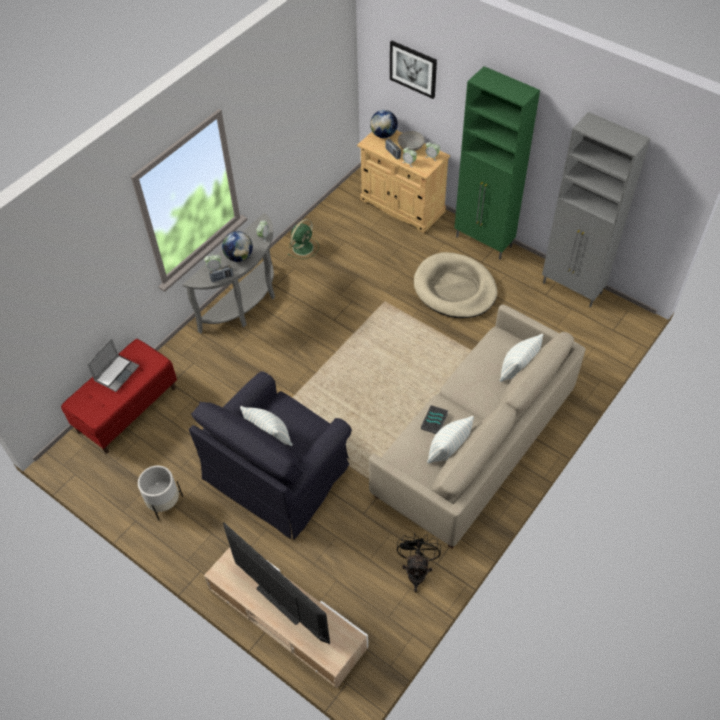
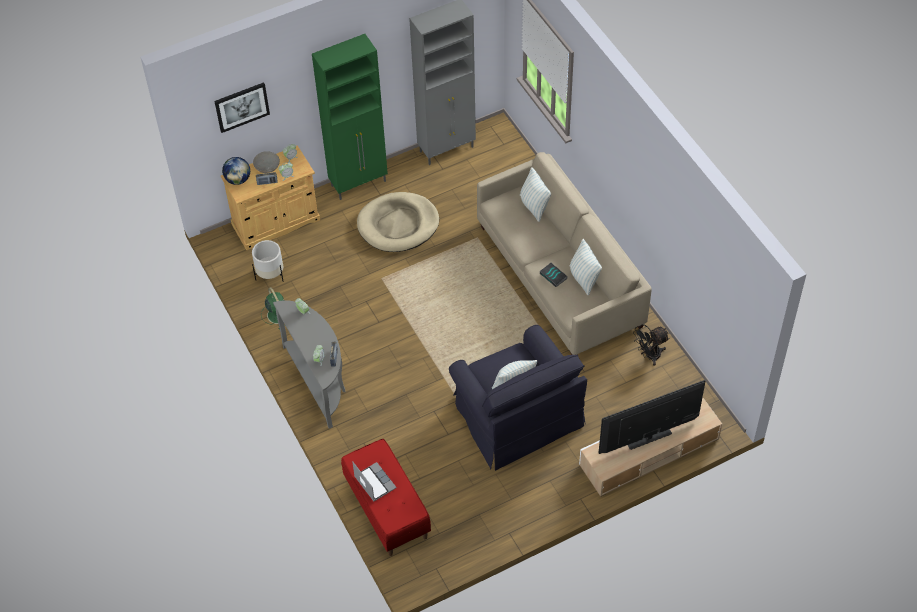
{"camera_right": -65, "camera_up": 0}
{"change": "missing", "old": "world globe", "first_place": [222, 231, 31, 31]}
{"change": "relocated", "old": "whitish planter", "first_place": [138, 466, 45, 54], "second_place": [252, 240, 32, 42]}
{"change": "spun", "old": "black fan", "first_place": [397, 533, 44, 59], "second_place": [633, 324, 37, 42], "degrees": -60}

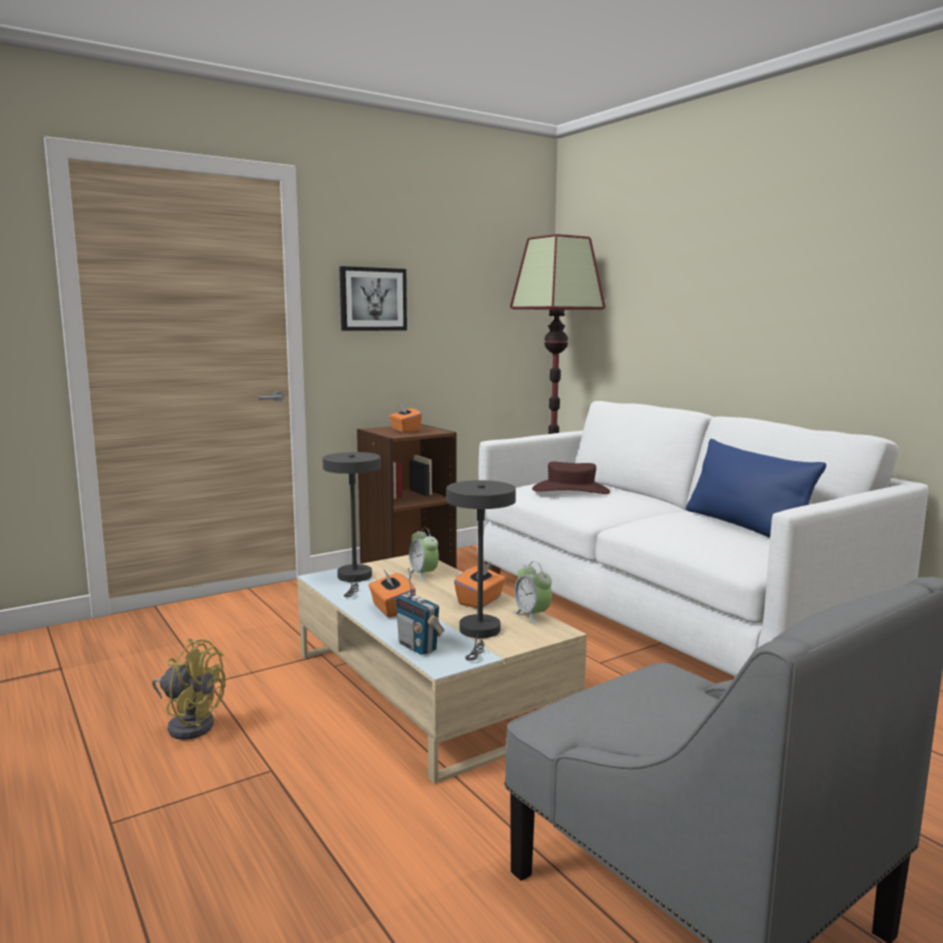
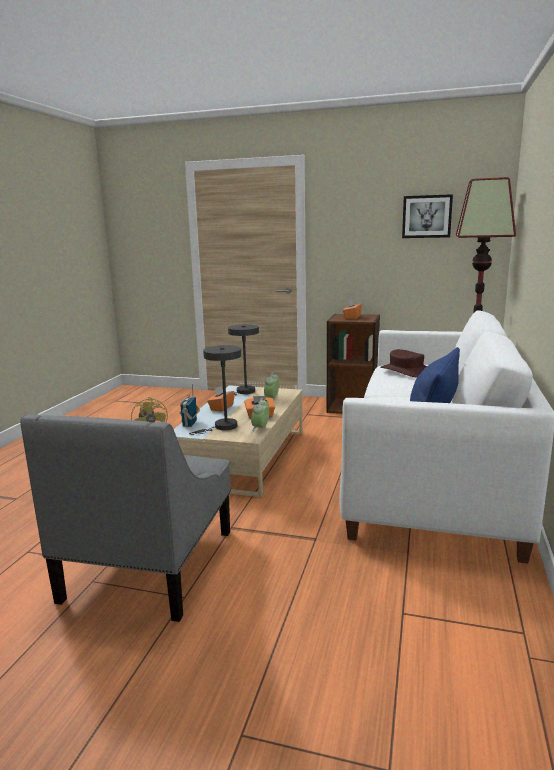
{"camera_right": 50, "camera_up": 5}
{"change": "relocated", "old": "wall art", "first_place": [339, 266, 68, 65], "second_place": [402, 194, 51, 44]}

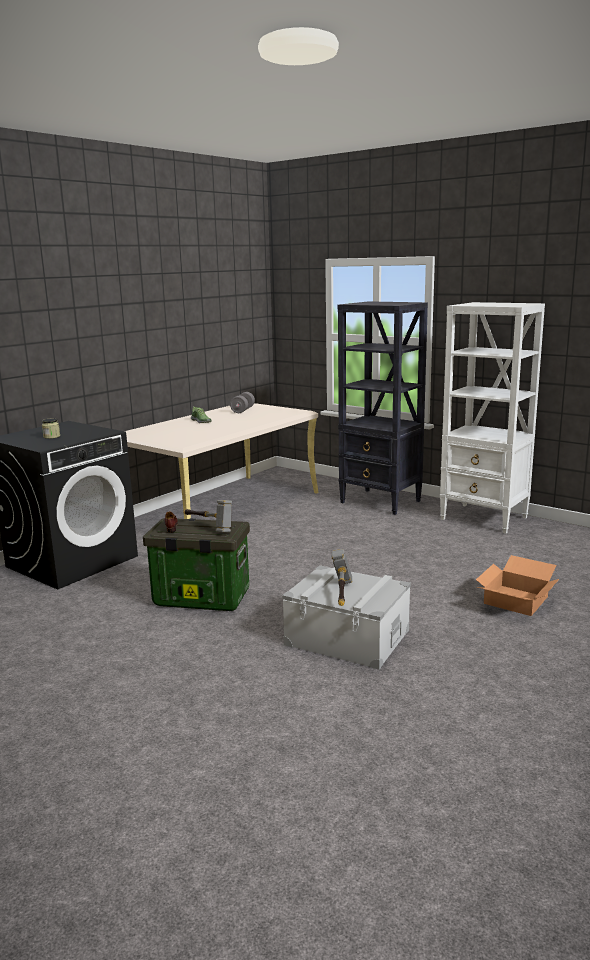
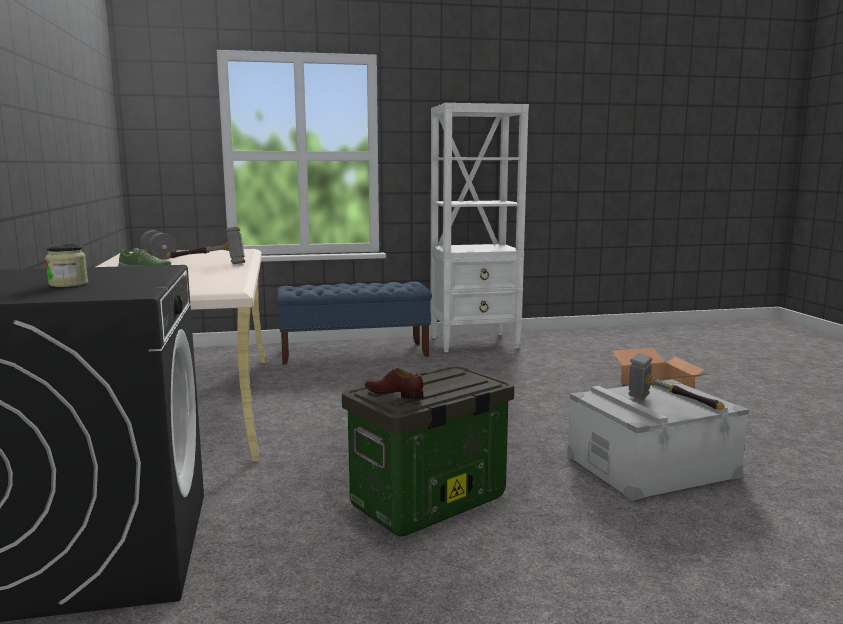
{"camera_right": -50, "camera_up": -5}
{"change": "relocated", "old": "hammer", "first_place": [183, 500, 49, 33], "second_place": [166, 227, 80, 37]}
{"change": "exchanged", "old": "black bookcase", "new": "bluish indoor bench", "first_place": [337, 301, 91, 214], "second_place": [277, 282, 155, 83]}

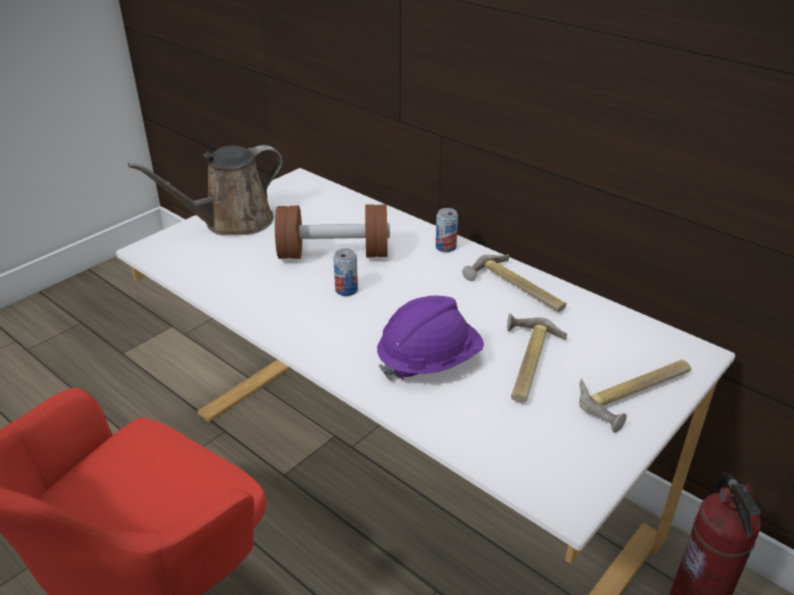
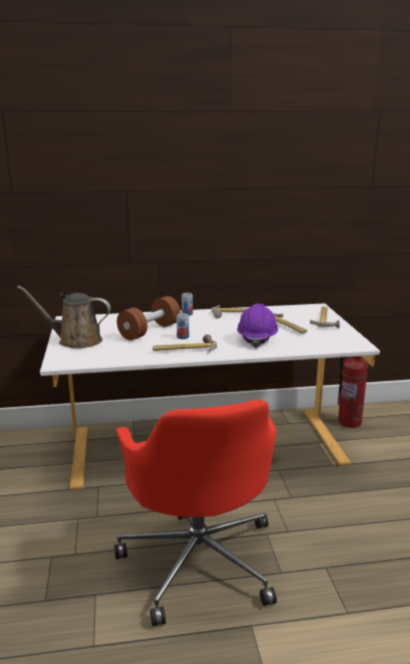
{"camera_right": -50, "camera_up": -15}
{"change": "appeared", "new": "hammer", "second_place": [153, 334, 64, 19]}
{"change": "spun", "old": "brown watering pot", "first_place": [128, 145, 155, 91], "second_place": [17, 286, 94, 63], "degrees": 90}

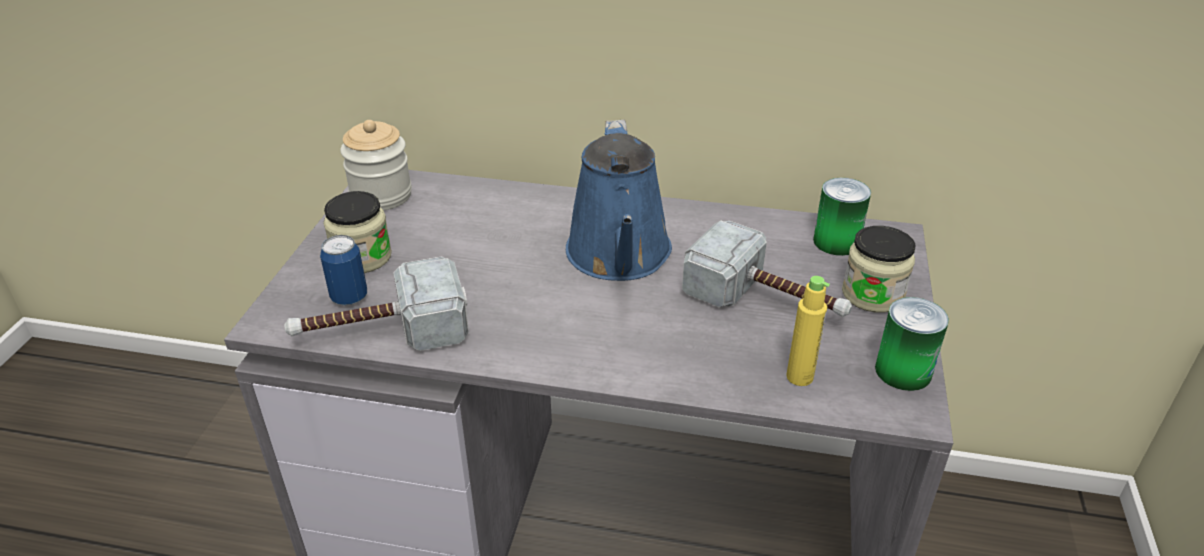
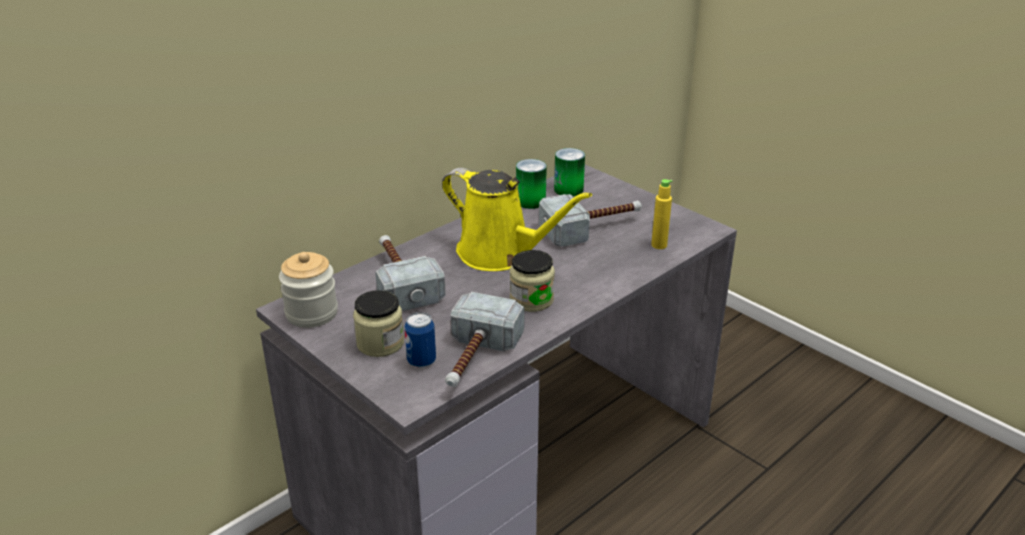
{"camera_right": -55, "camera_up": -5}
{"change": "appeared", "new": "hammer", "second_place": [375, 235, 71, 76]}
{"change": "relocated", "old": "jar", "first_place": [842, 226, 74, 87], "second_place": [510, 250, 45, 62]}
{"change": "relocated", "old": "metal can", "first_place": [875, 297, 74, 94], "second_place": [516, 159, 31, 50]}
{"change": "colour", "old": "bluish watering pot", "new": "yellow watering pot", "first_place": [566, 120, 106, 161], "second_place": [442, 168, 150, 103]}

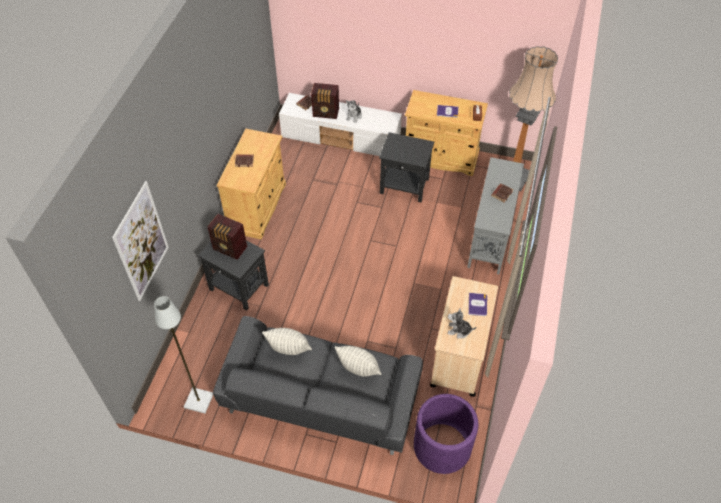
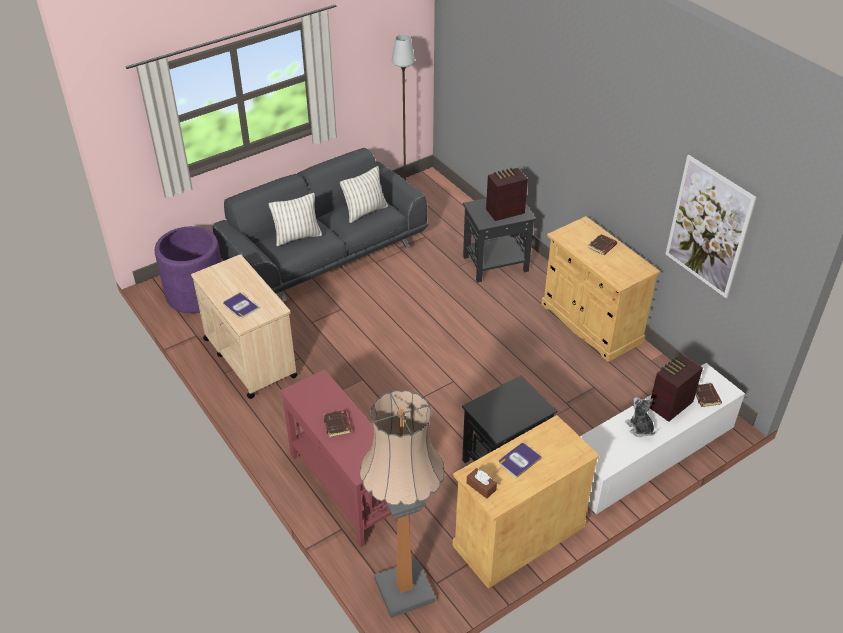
{"camera_right": 130, "camera_up": -10}
{"change": "missing", "old": "cuddly toy", "first_place": [448, 308, 29, 31]}
{"change": "relocated", "old": "wall art", "first_place": [112, 181, 56, 120], "second_place": [666, 155, 91, 143]}
{"change": "colour", "old": "gray console table", "new": "reddish console table", "first_place": [467, 157, 57, 117], "second_place": [280, 369, 117, 178]}

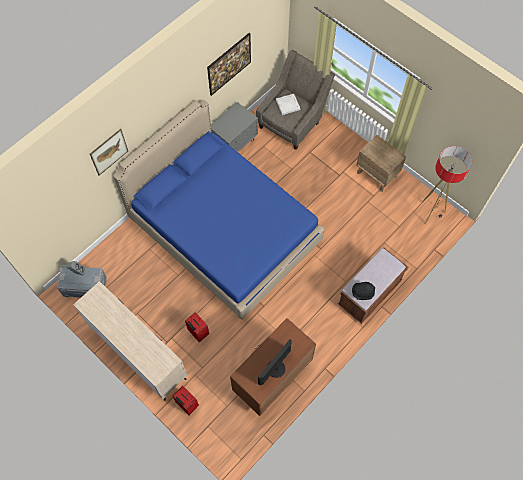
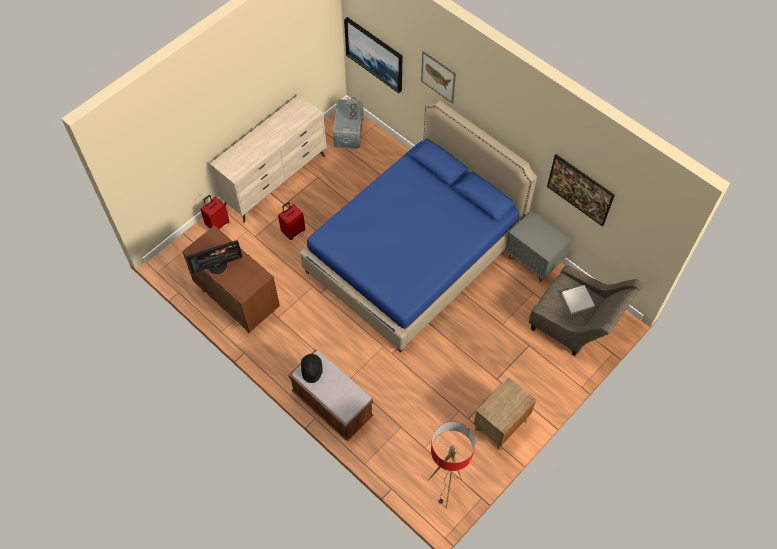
{"camera_right": 90, "camera_up": -5}
{"change": "appeared", "new": "wall art", "second_place": [344, 17, 58, 76]}
{"change": "spun", "old": "monitor", "first_place": [258, 339, 34, 47], "second_place": [187, 240, 55, 34], "degrees": 120}

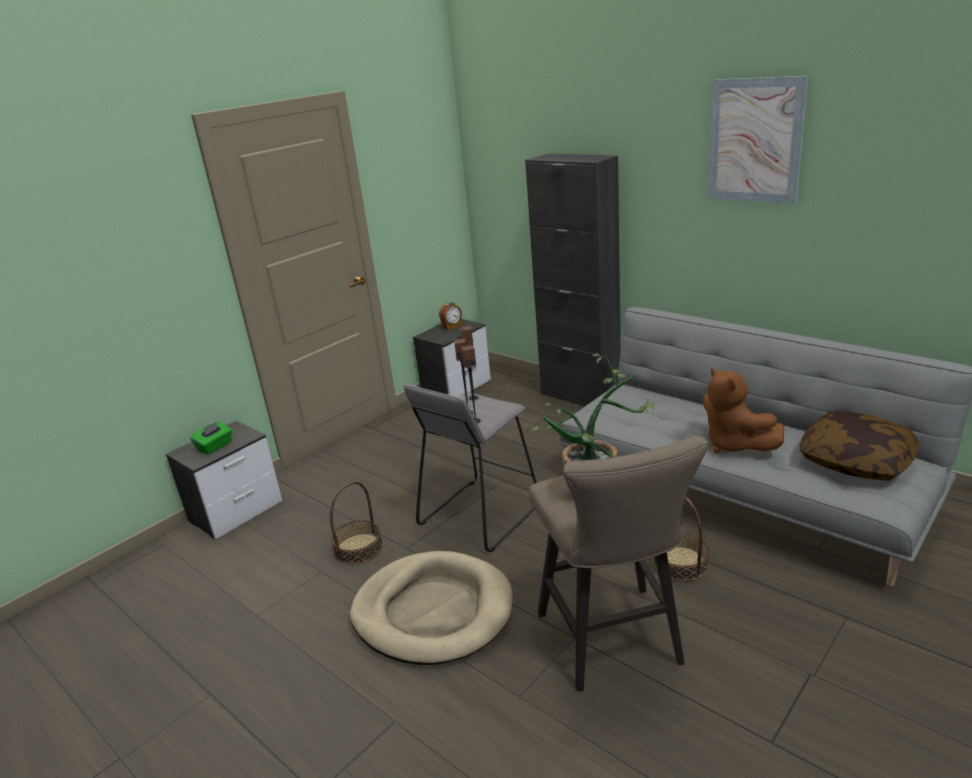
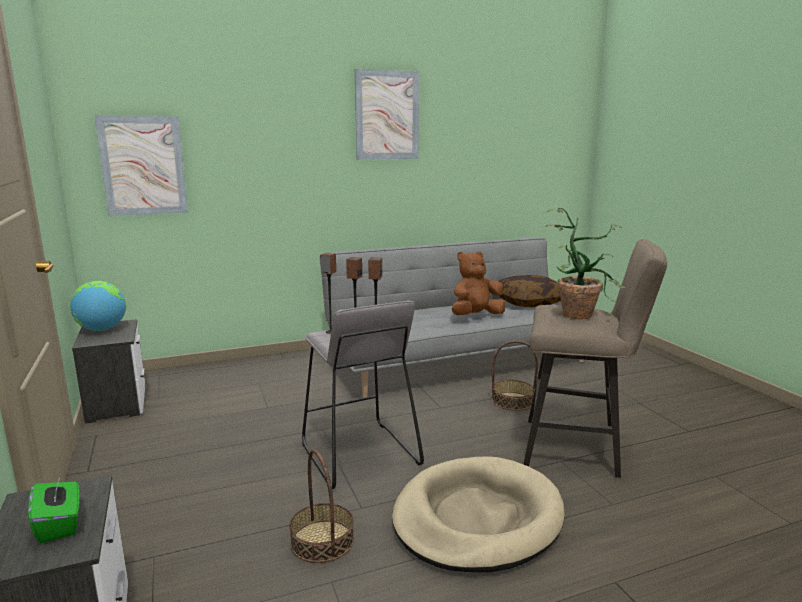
{"camera_right": -65, "camera_up": -10}
{"change": "missing", "old": "black cabinet", "first_place": [525, 153, 96, 253]}
{"change": "appeared", "new": "wall art", "second_place": [94, 115, 94, 101]}
{"change": "exchanged", "old": "table clock", "new": "world globe", "first_place": [439, 302, 23, 28], "second_place": [70, 281, 56, 50]}
{"change": "spun", "old": "brown cuddly toy", "first_place": [703, 367, 81, 86], "second_place": [452, 251, 53, 64], "degrees": 150}

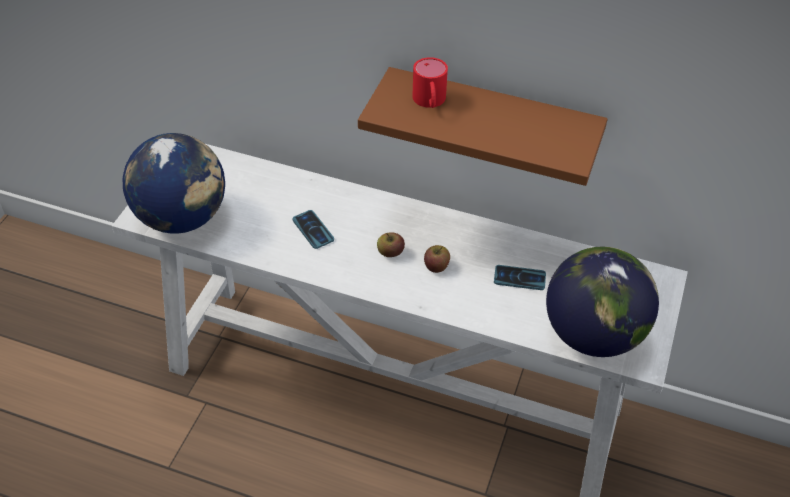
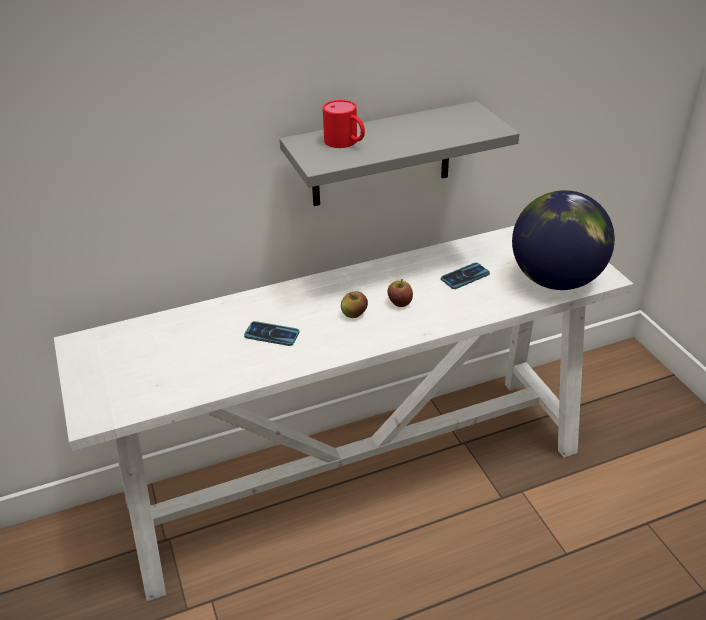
{"camera_right": -40, "camera_up": -10}
{"change": "missing", "old": "world globe", "first_place": [123, 133, 102, 100]}
{"change": "colour", "old": "brown bracket shelf", "new": "gray bracket shelf", "first_place": [358, 67, 250, 119], "second_place": [279, 101, 241, 105]}

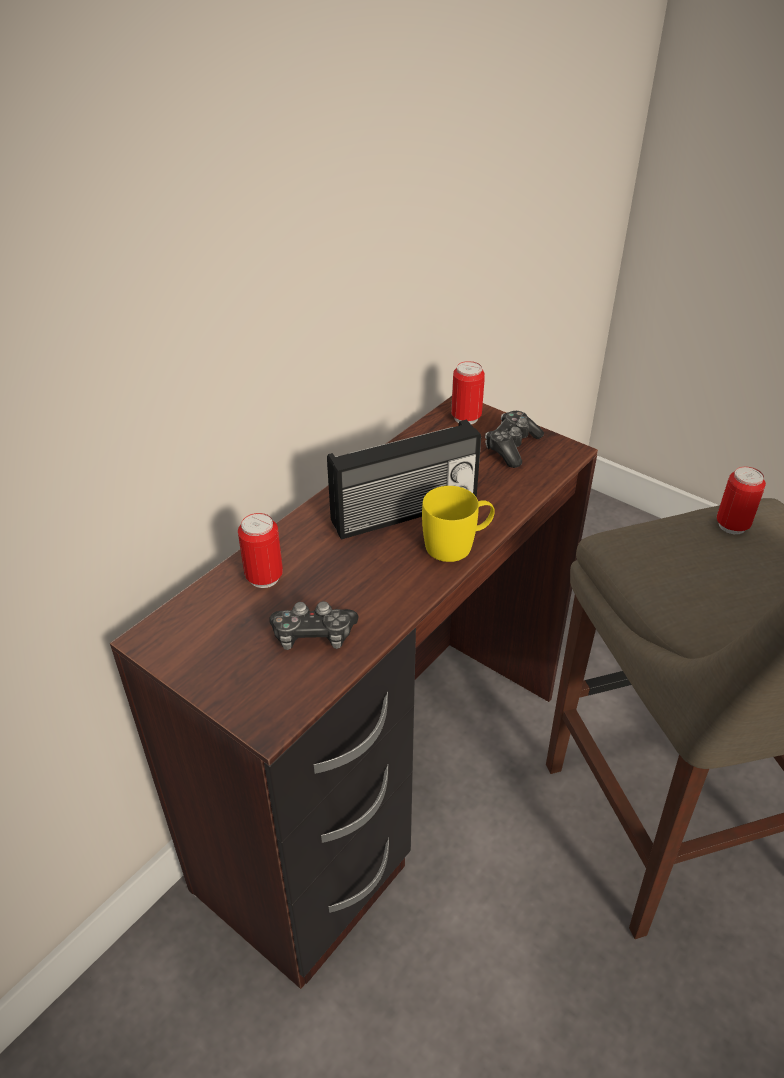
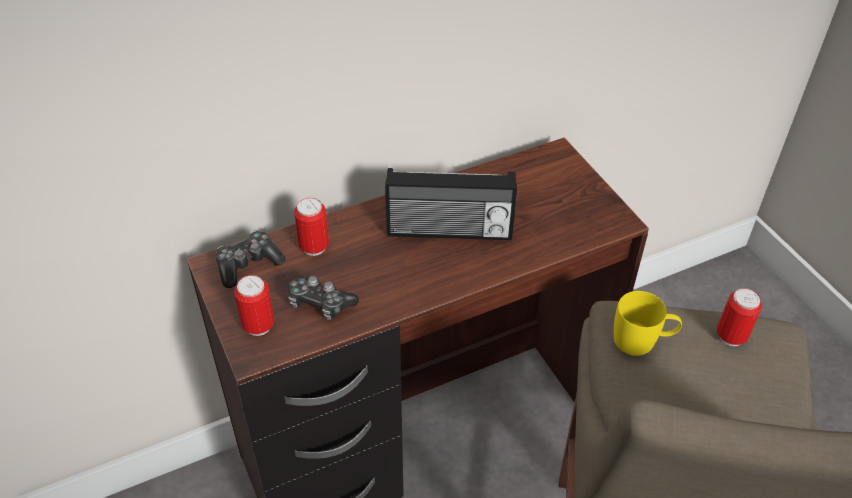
{"camera_right": 25, "camera_up": 5}
{"change": "relocated", "old": "yellow mug", "first_place": [422, 486, 73, 76], "second_place": [614, 291, 68, 65]}
{"change": "relocated", "old": "metal can", "first_place": [451, 361, 34, 63], "second_place": [234, 275, 40, 61]}
{"change": "relocated", "old": "joypad", "first_place": [485, 411, 59, 57], "second_place": [216, 231, 69, 57]}

